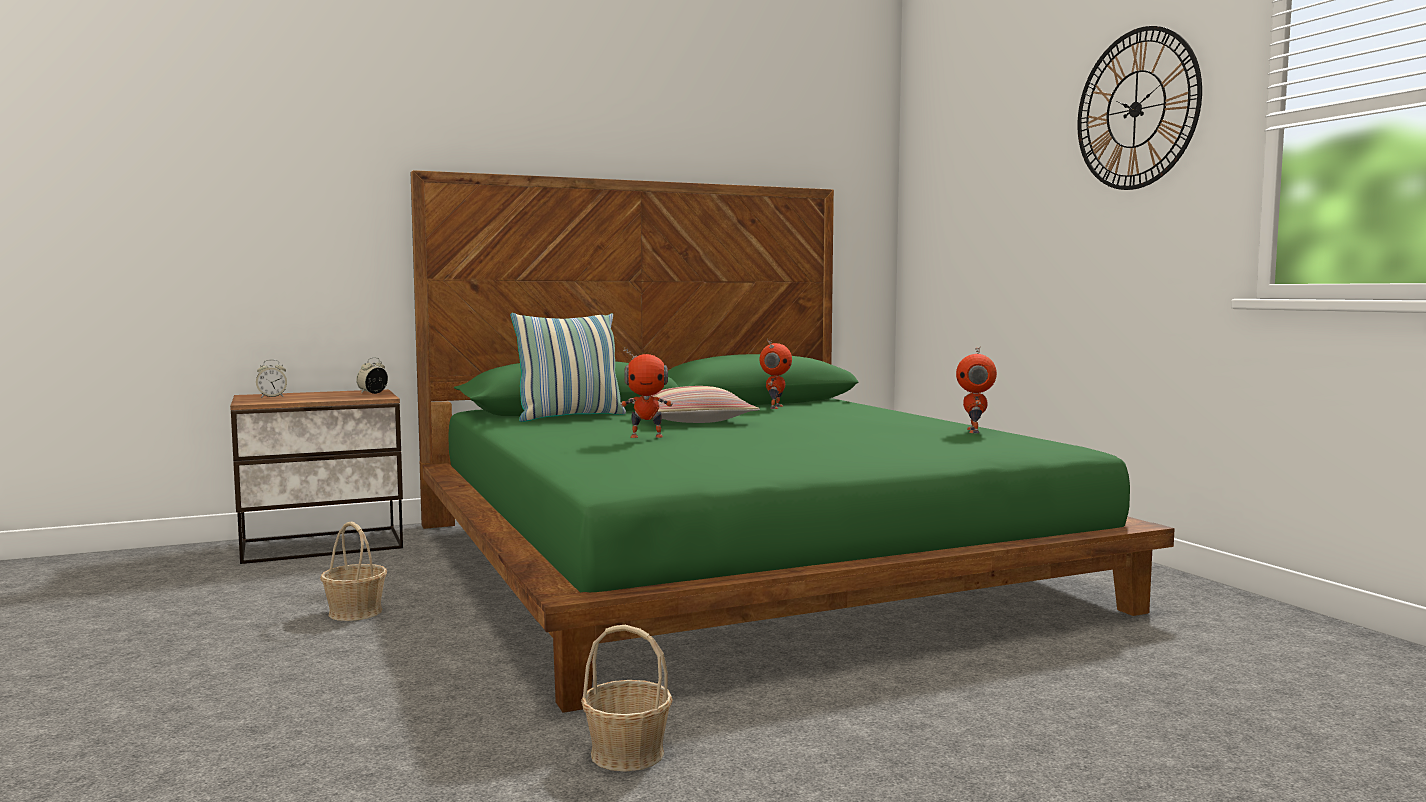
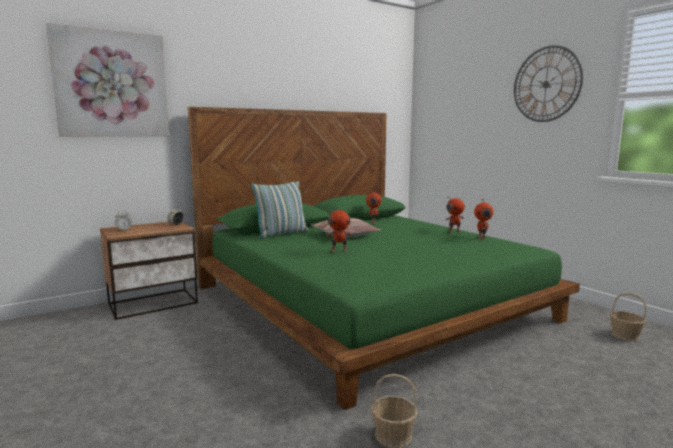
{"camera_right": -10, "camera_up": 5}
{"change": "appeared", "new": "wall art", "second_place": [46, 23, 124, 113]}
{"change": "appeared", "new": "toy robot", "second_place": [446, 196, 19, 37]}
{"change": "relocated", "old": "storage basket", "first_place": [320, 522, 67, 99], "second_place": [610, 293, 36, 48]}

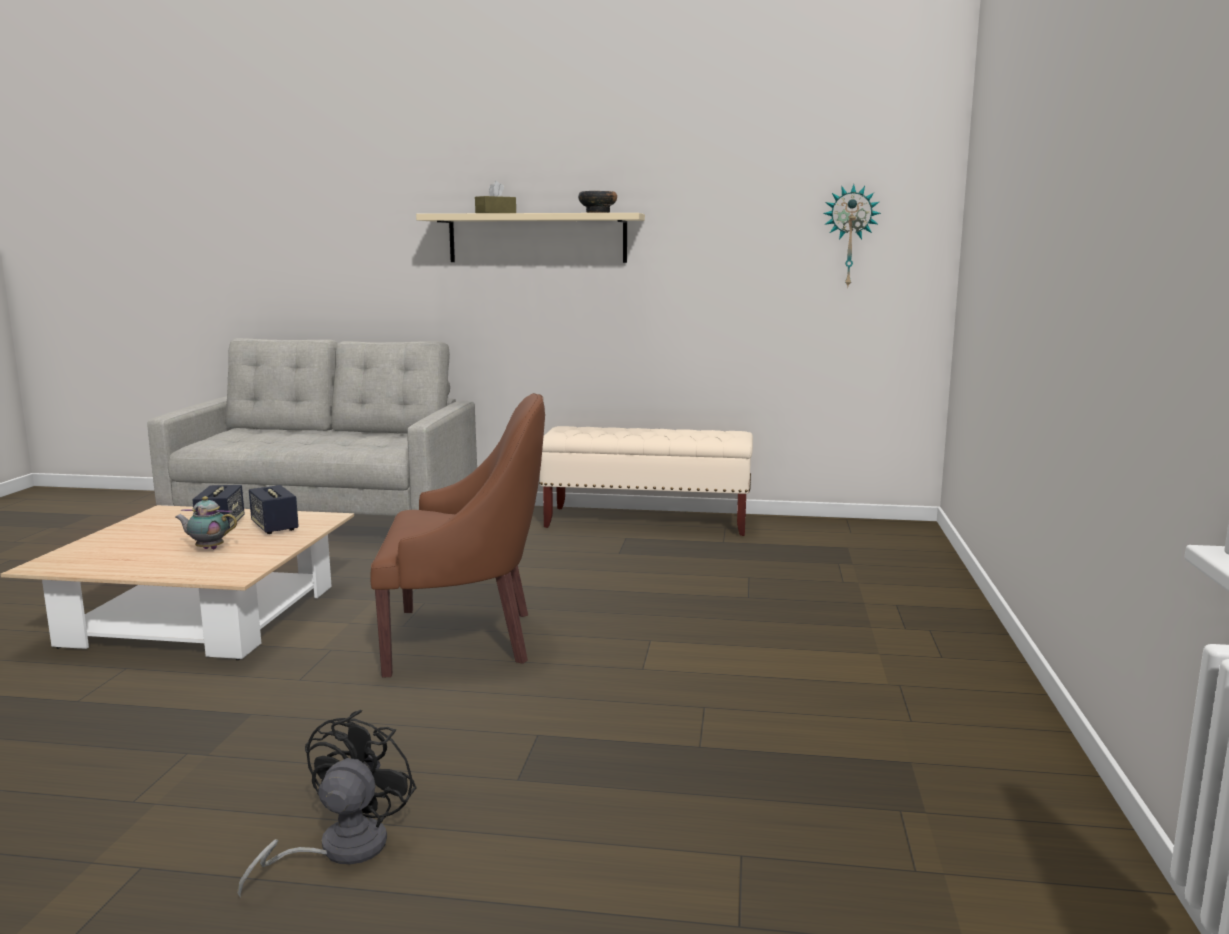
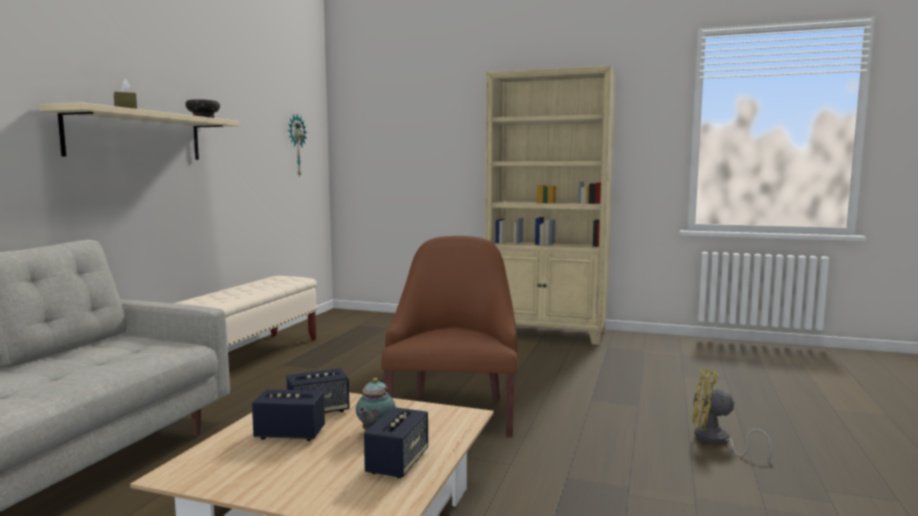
{"camera_right": -80, "camera_up": -5}
{"change": "appeared", "new": "audio speaker", "second_place": [364, 407, 64, 71]}
{"change": "appeared", "new": "sand-coloured bookcase", "second_place": [485, 65, 131, 280]}
{"change": "colour", "old": "black fan", "new": "yellow fan", "first_place": [237, 710, 180, 188], "second_place": [692, 368, 80, 93]}

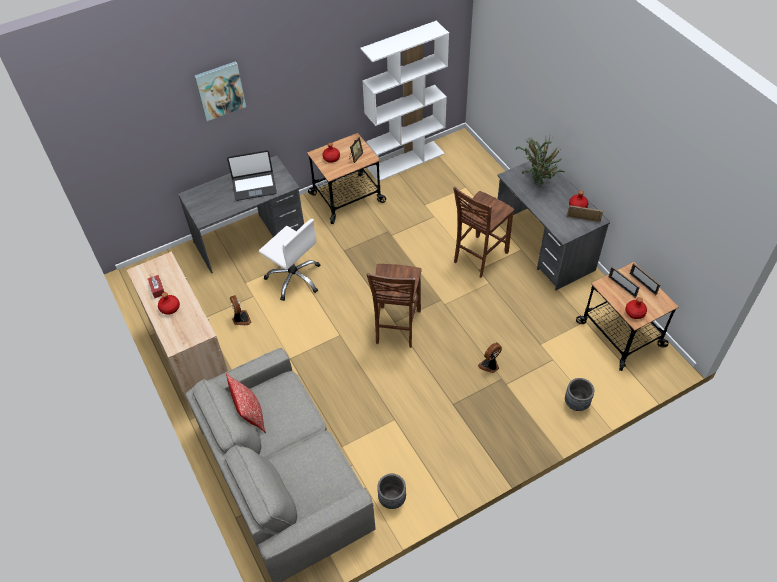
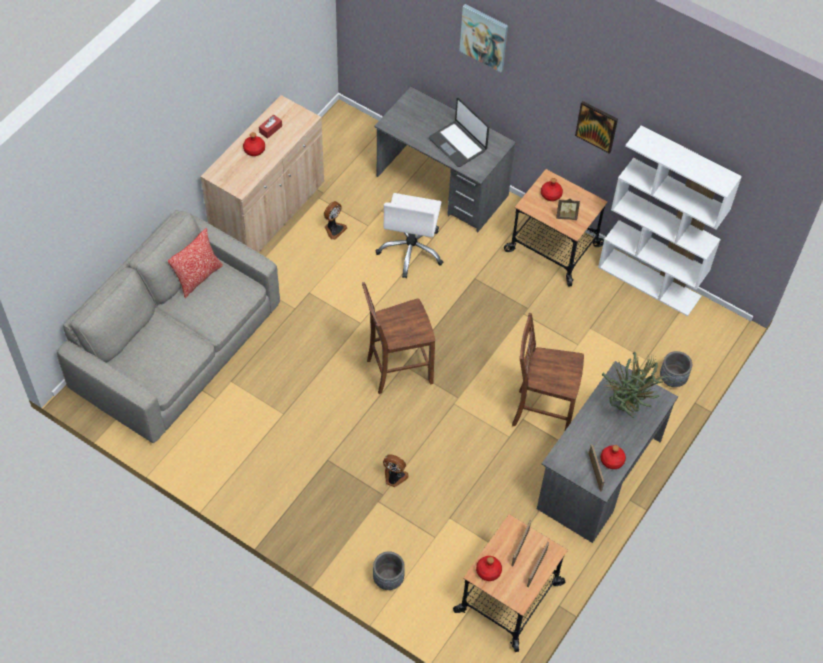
{"camera_right": 60, "camera_up": 5}
{"change": "appeared", "new": "wall art", "second_place": [575, 101, 43, 53]}
{"change": "relocated", "old": "gray planter", "first_place": [377, 474, 29, 35], "second_place": [660, 351, 32, 36]}

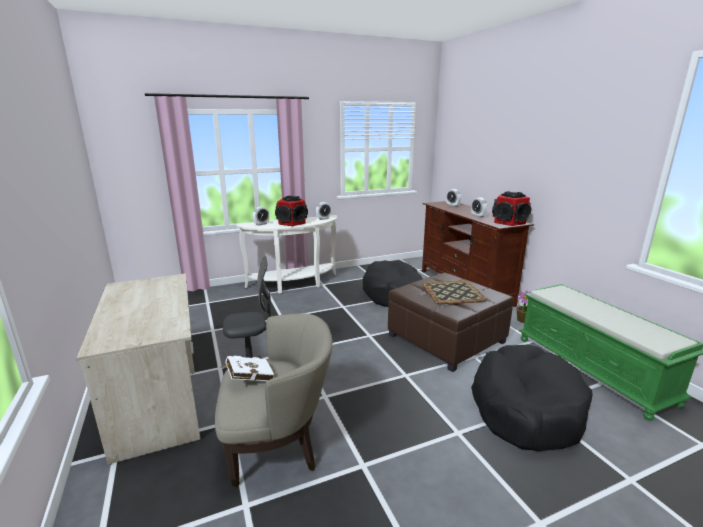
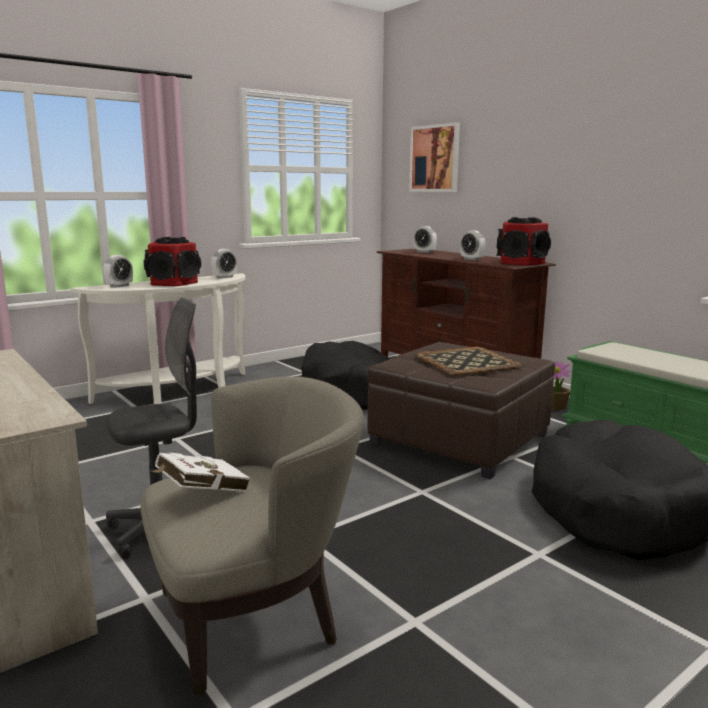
{"camera_right": -15, "camera_up": -5}
{"change": "appeared", "new": "wall art", "second_place": [409, 122, 51, 70]}

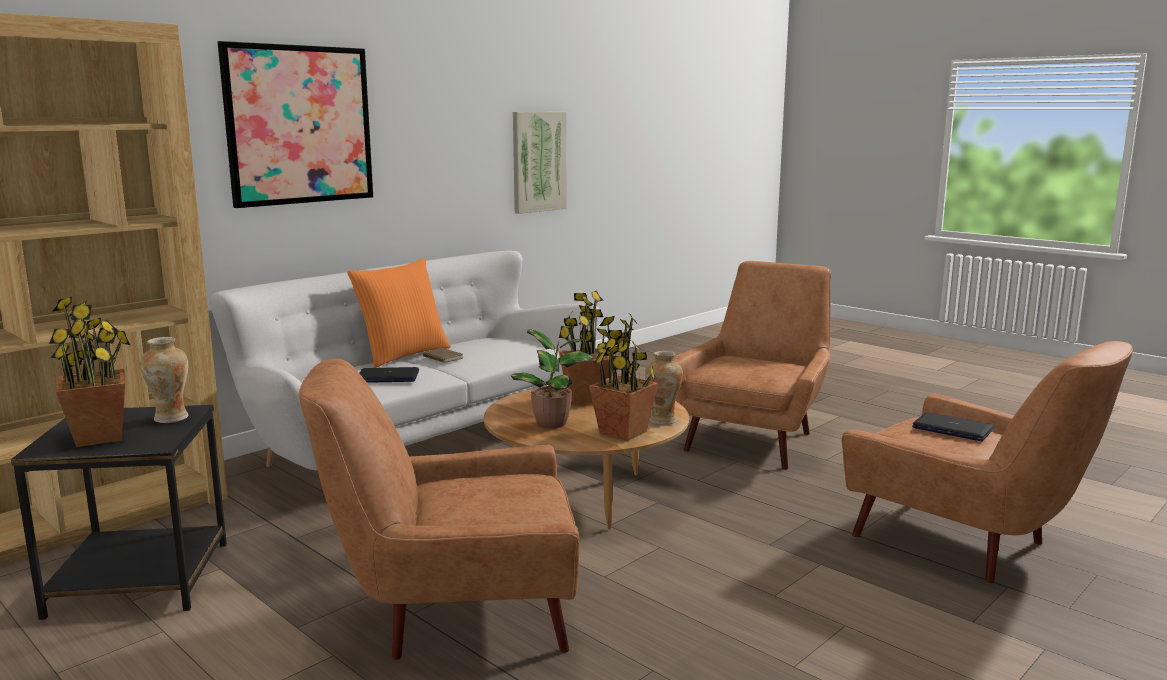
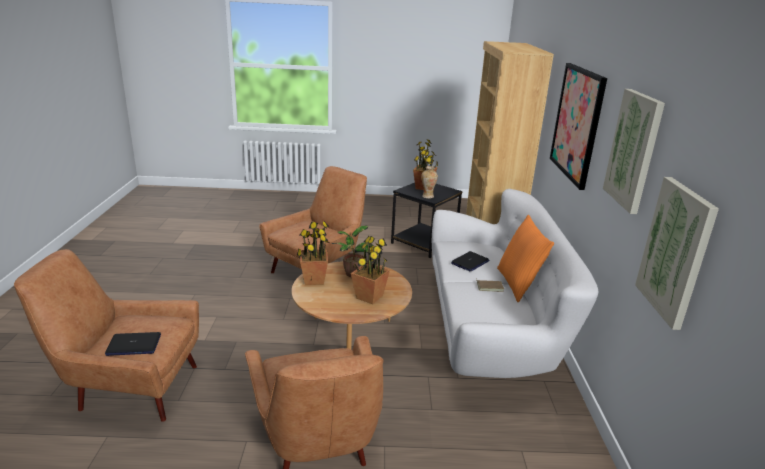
{"camera_right": 135, "camera_up": 10}
{"change": "missing", "old": "vase", "first_place": [645, 351, 38, 74]}
{"change": "appeared", "new": "wall art", "second_place": [603, 89, 62, 125]}

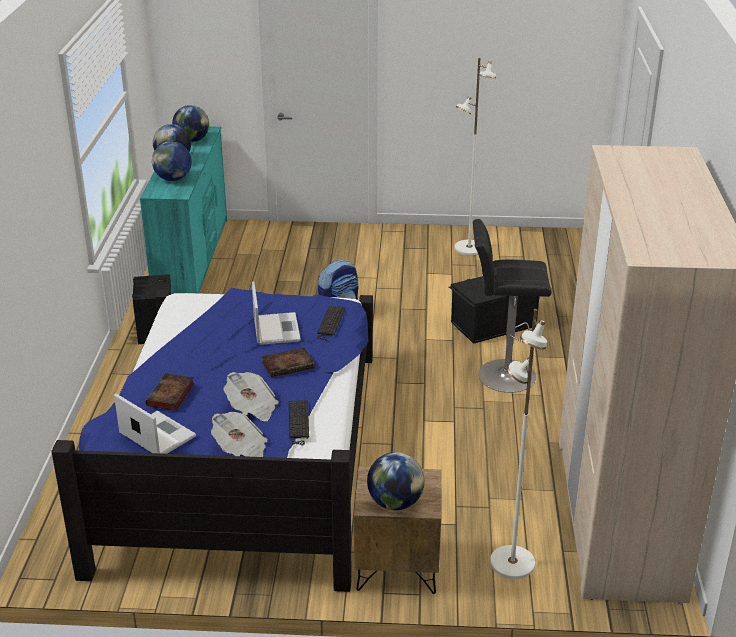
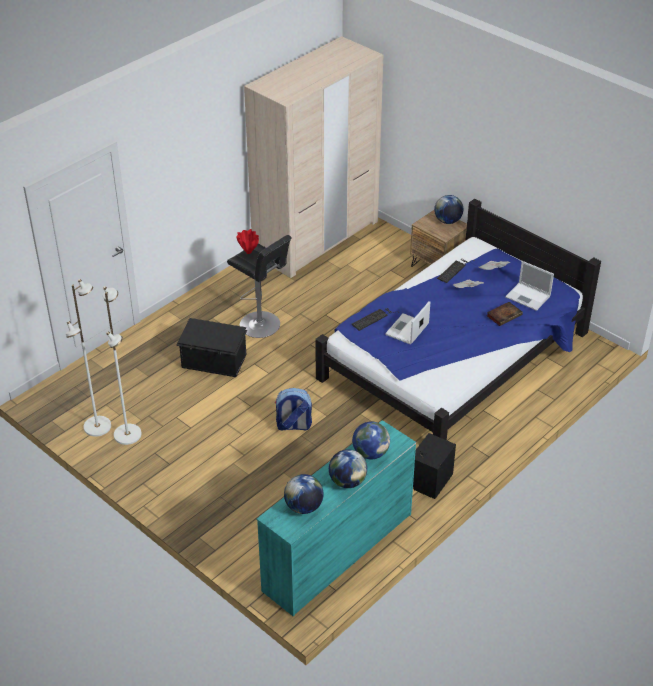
{"camera_right": -140, "camera_up": 10}
{"change": "missing", "old": "bound book", "first_place": [262, 348, 53, 29]}
{"change": "appeared", "new": "reddish vase", "second_place": [236, 229, 23, 25]}
{"change": "relocated", "old": "whitish standing lamp", "first_place": [490, 309, 57, 270], "second_place": [66, 279, 45, 158]}
{"change": "spun", "old": "notebook computer", "first_place": [114, 394, 82, 60], "second_place": [505, 261, 49, 50], "degrees": -45}

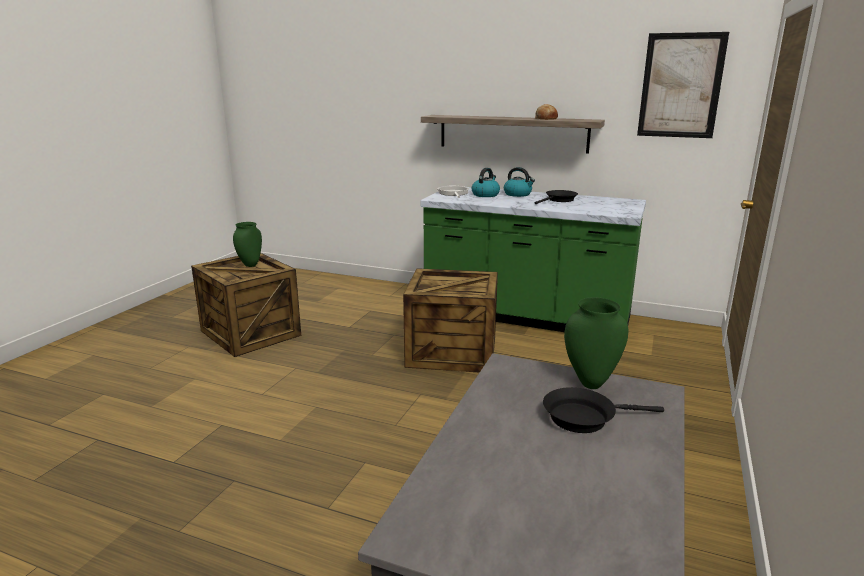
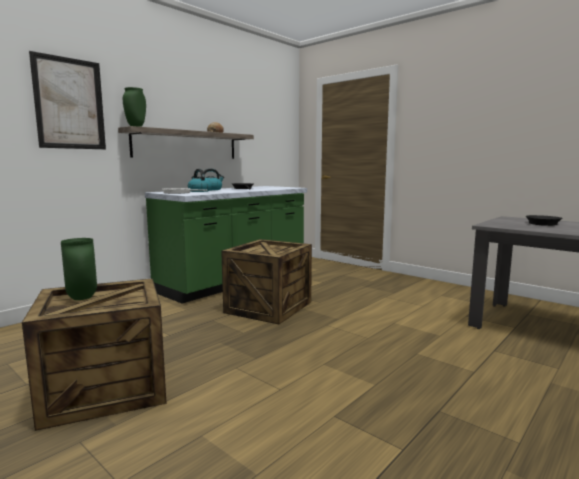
{"camera_right": -70, "camera_up": -10}
{"change": "relocated", "old": "green-coloured vase", "first_place": [564, 297, 64, 92], "second_place": [123, 87, 23, 40]}
{"change": "relocated", "old": "wall art", "first_place": [637, 32, 92, 106], "second_place": [29, 51, 77, 98]}

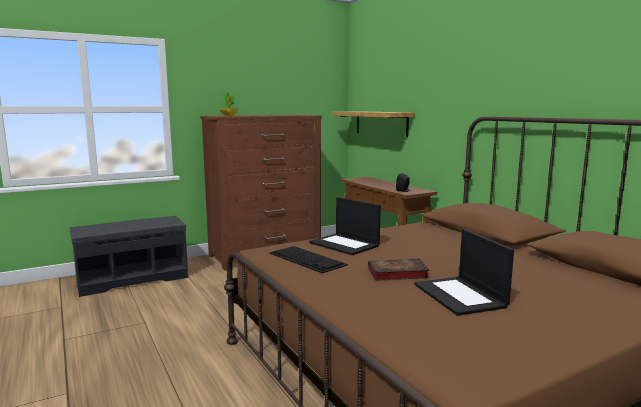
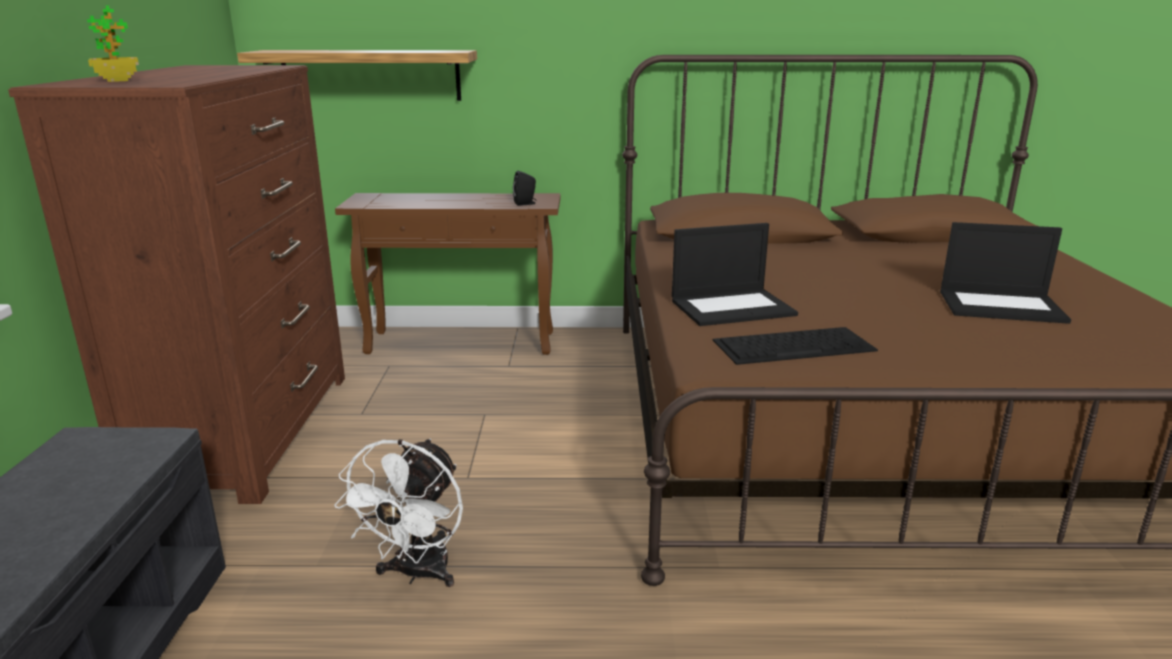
{"camera_right": -60, "camera_up": 10}
{"change": "missing", "old": "bound book", "first_place": [368, 258, 62, 23]}
{"change": "appeared", "new": "whitish fan", "second_place": [334, 439, 129, 148]}

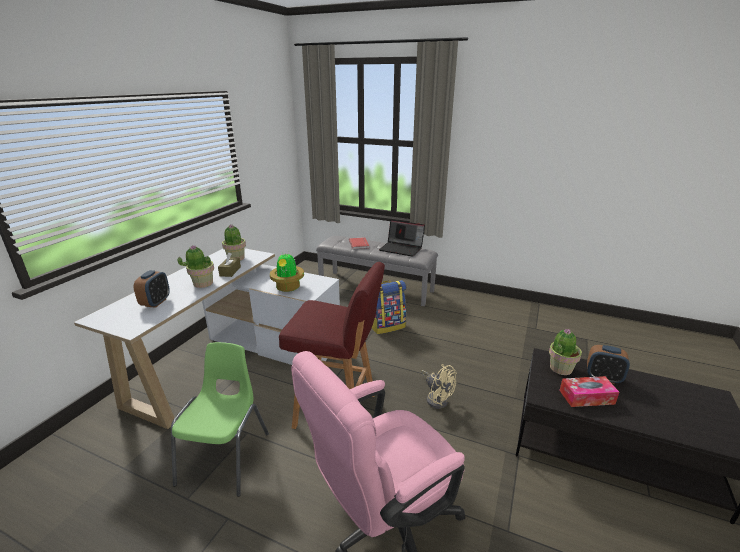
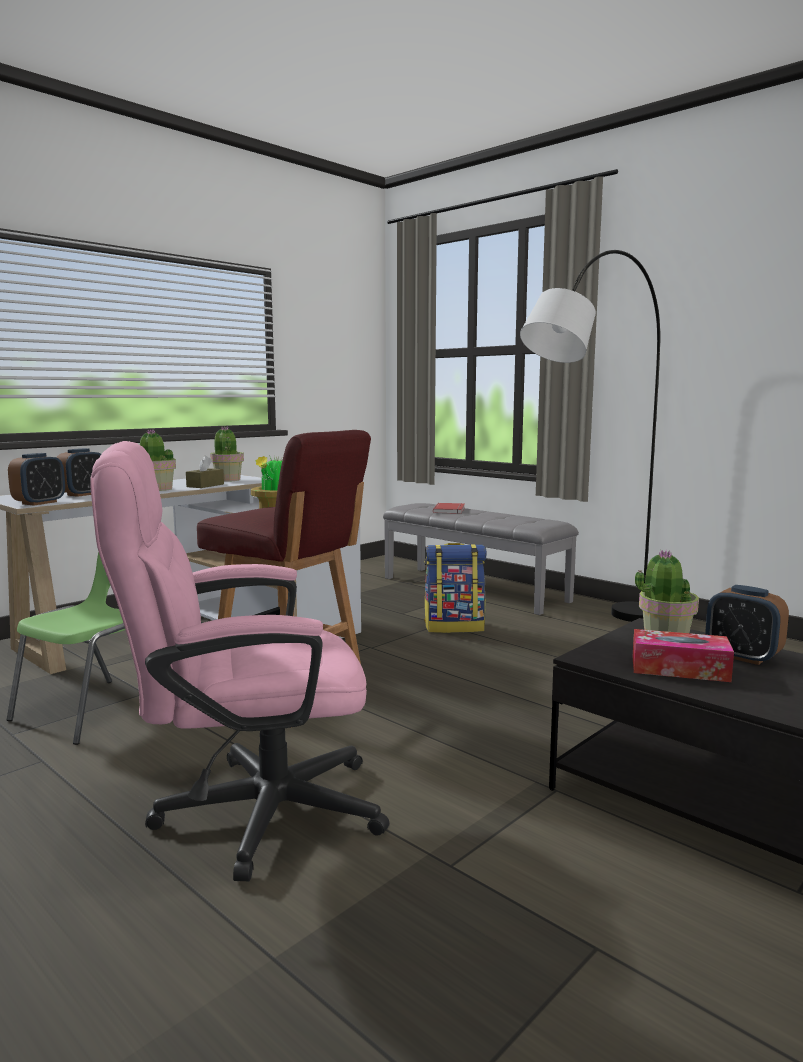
{"camera_right": 20, "camera_up": -15}
{"change": "missing", "old": "notebook computer", "first_place": [379, 220, 46, 37]}
{"change": "missing", "old": "sand-coloured fan", "first_place": [421, 364, 36, 45]}
{"change": "appeared", "new": "table clock", "second_place": [8, 453, 57, 53]}
{"change": "appeared", "new": "gray standing lamp", "second_place": [520, 250, 140, 372]}

